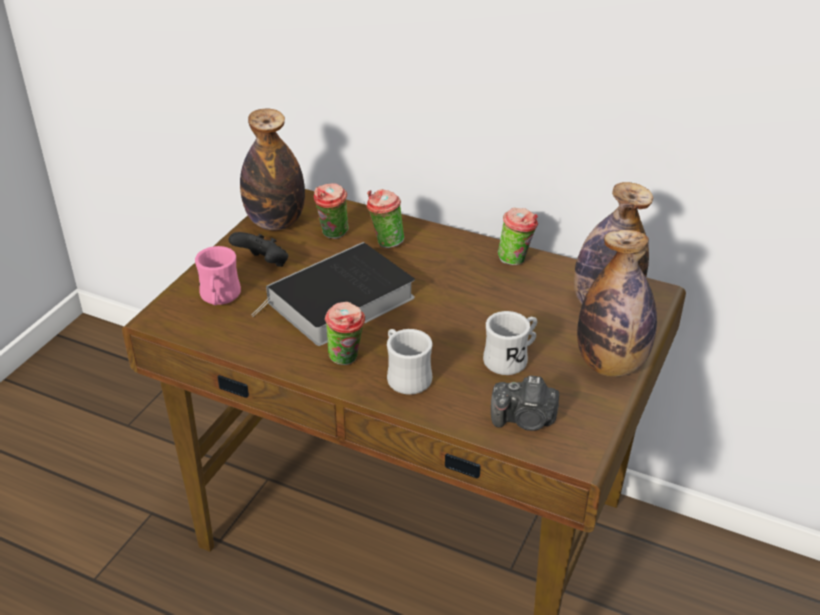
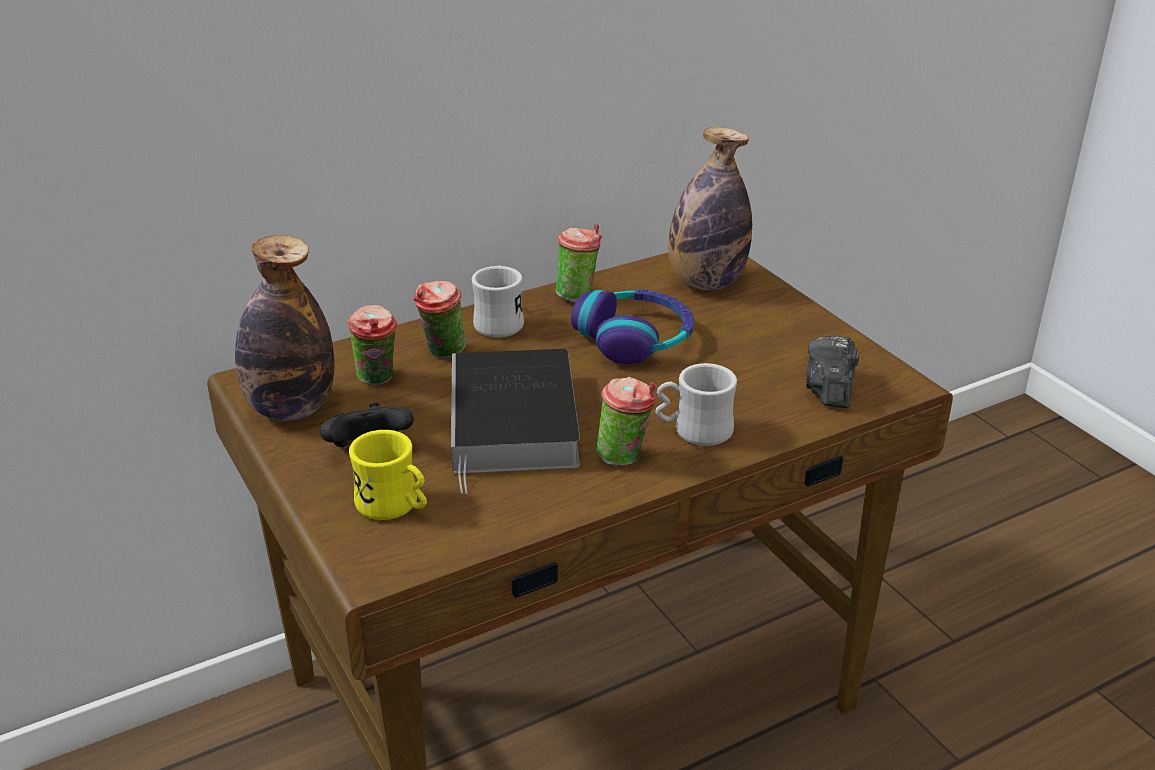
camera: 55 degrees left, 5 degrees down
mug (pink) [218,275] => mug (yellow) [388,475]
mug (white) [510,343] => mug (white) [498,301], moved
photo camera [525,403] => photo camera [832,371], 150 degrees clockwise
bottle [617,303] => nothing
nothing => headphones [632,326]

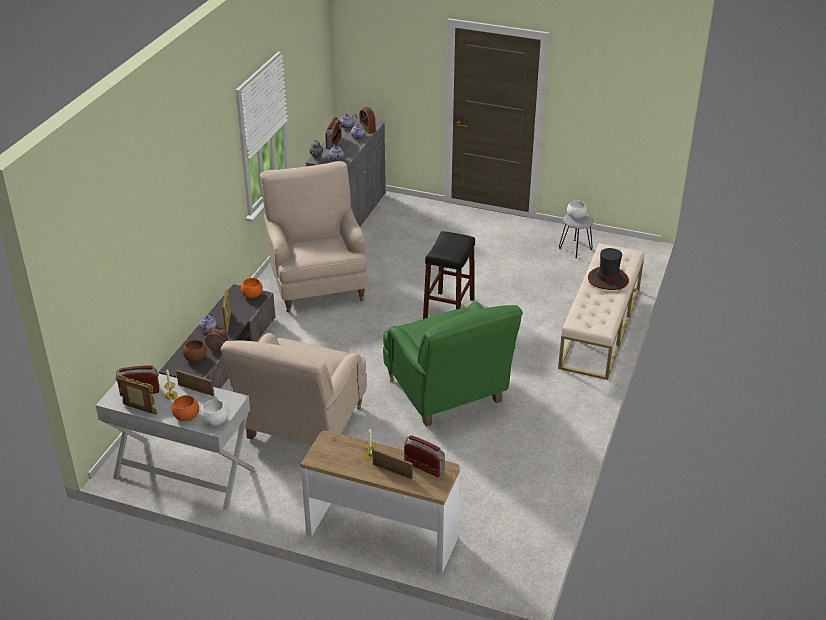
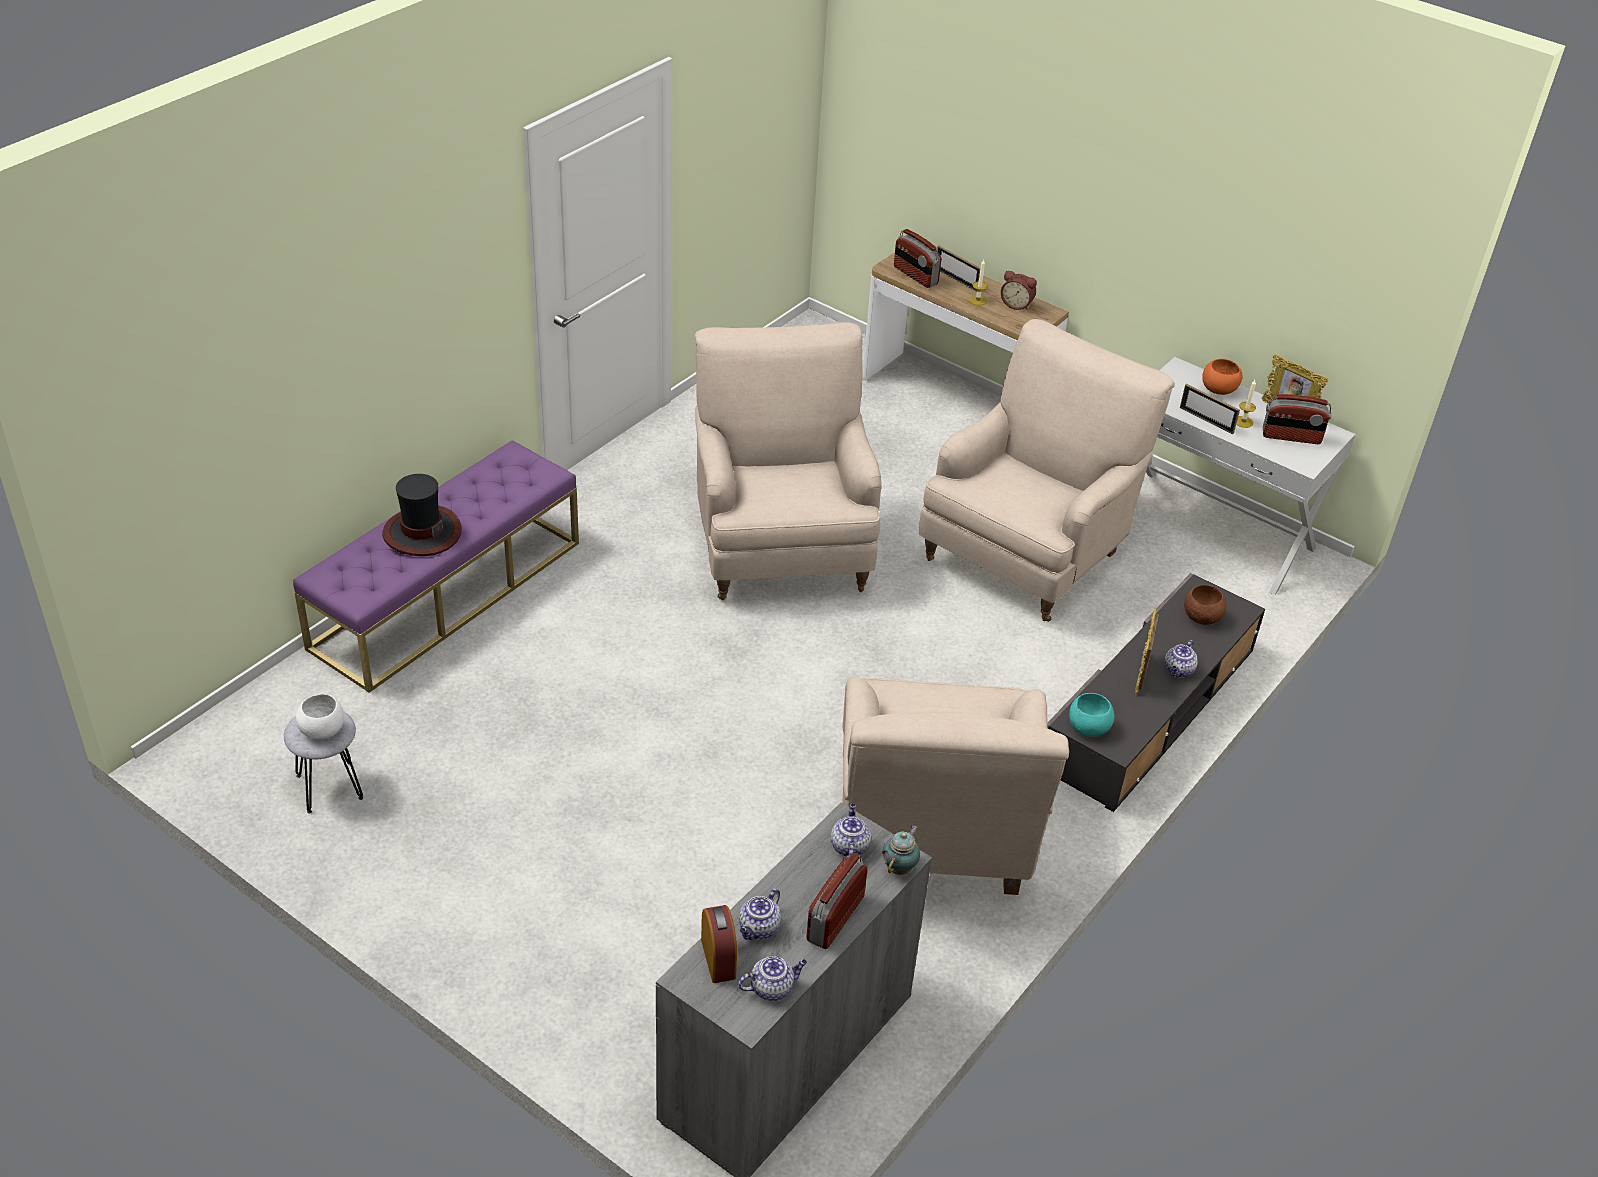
camera: 165 degrees left, 5 degrees up
bowl (white) [214,413] => nothing
alarm clock [216,339] => alarm clock [1019,291], moved
bowl (orange) [252,288] => bowl (turquoise) [1091,715]
armchair (green) [453,364] => armchair (beige) [788,461]
stool (black) [449,275] => nothing
bench (beige) [601,311] => bench (purple) [436,566]

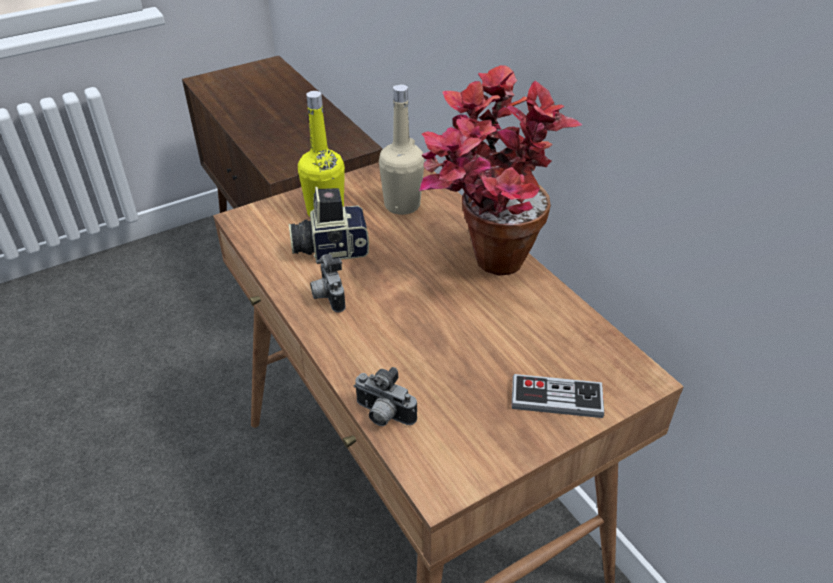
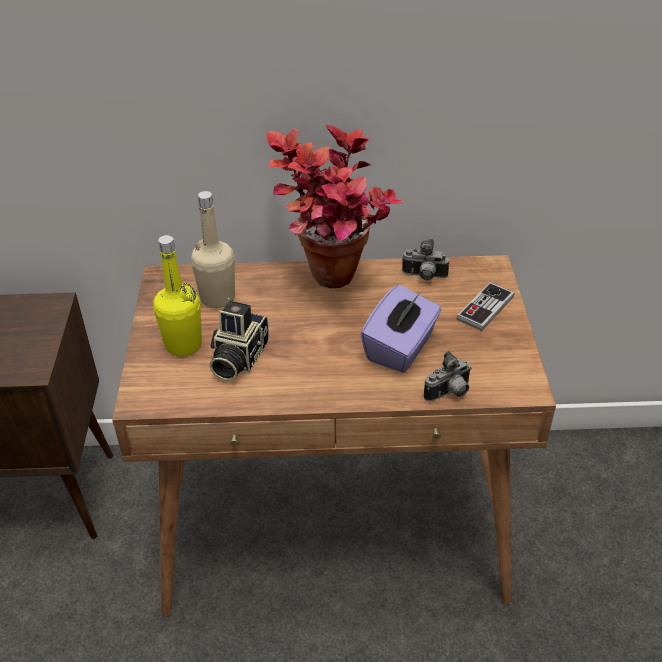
camera: 60 degrees left, 0 degrees up
photo camera [328,283] => photo camera [425,260], moved
nothing => tissue box (purple) [401,329]

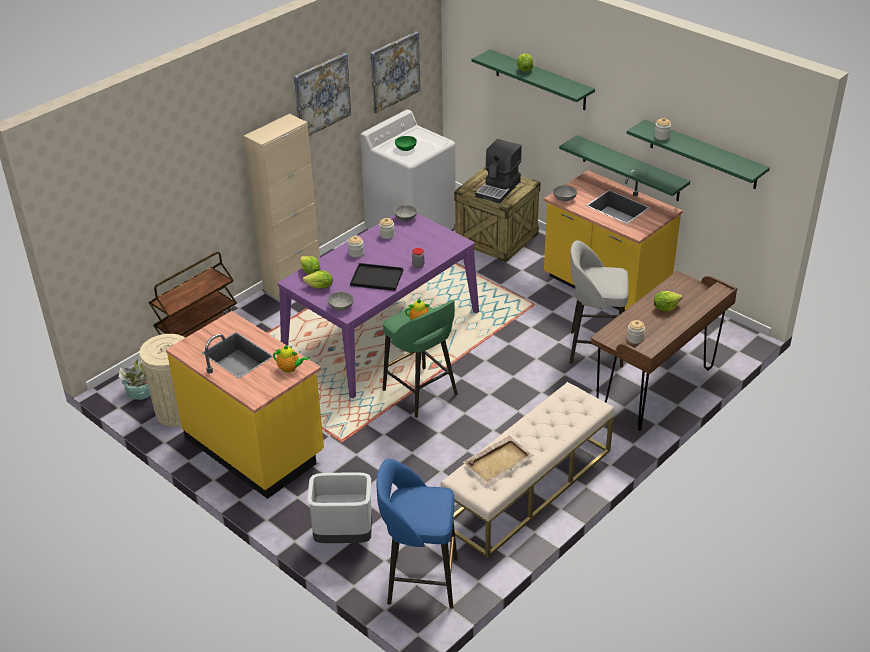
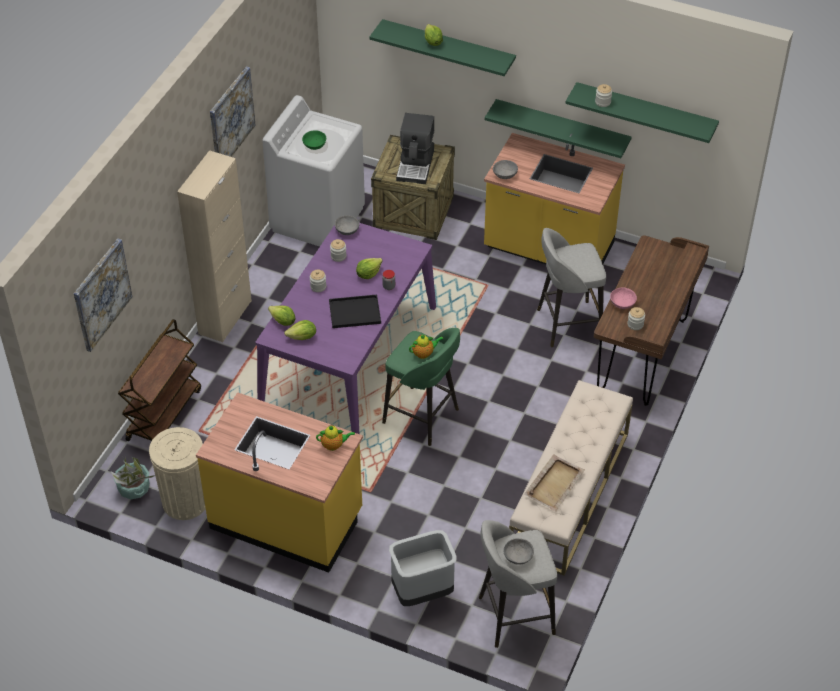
camera: 20 degrees left, 10 degrees up
bowl (grey) [341,301] => bowl (grey) [518,551], moved
picture [395,72] => picture [103,295], moved
stool (blue) [417,534] => stool (grey) [518,584]
lettuce [668,301] => lettuce [369,268], moved
nothing => bowl (pink) [623,298]

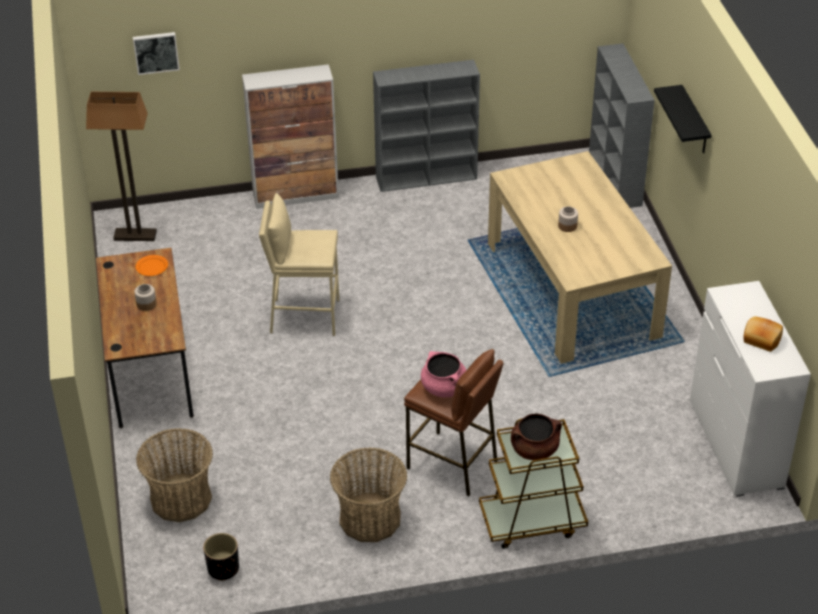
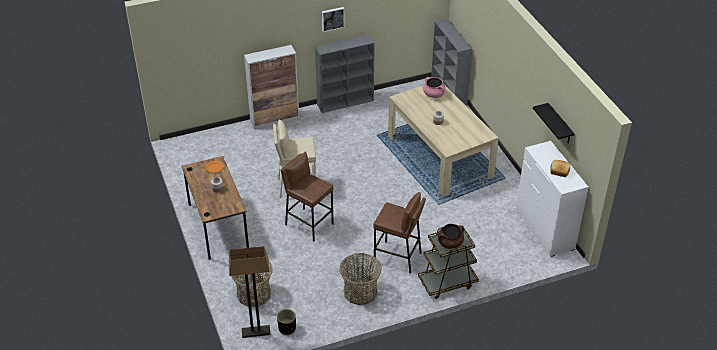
camera: 10 degrees left, 0 degrees up
floor lamp [121,166] => floor lamp [250,292], moved
picture [156,53] => picture [333,19], moved
cooking pot (pink) [443,374] => cooking pot (pink) [434,87], moved
shelf (black) [683,119] => shelf (black) [554,123], moved
nothing => stool (brown) [307,196]

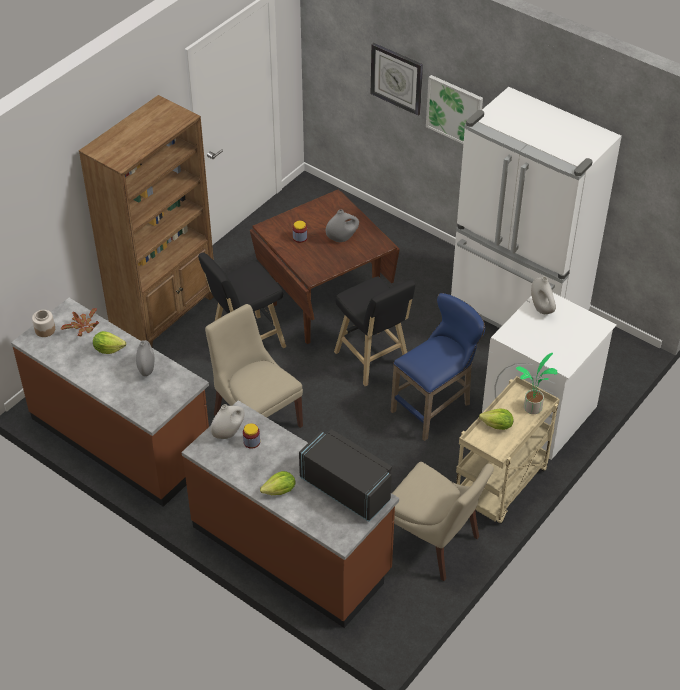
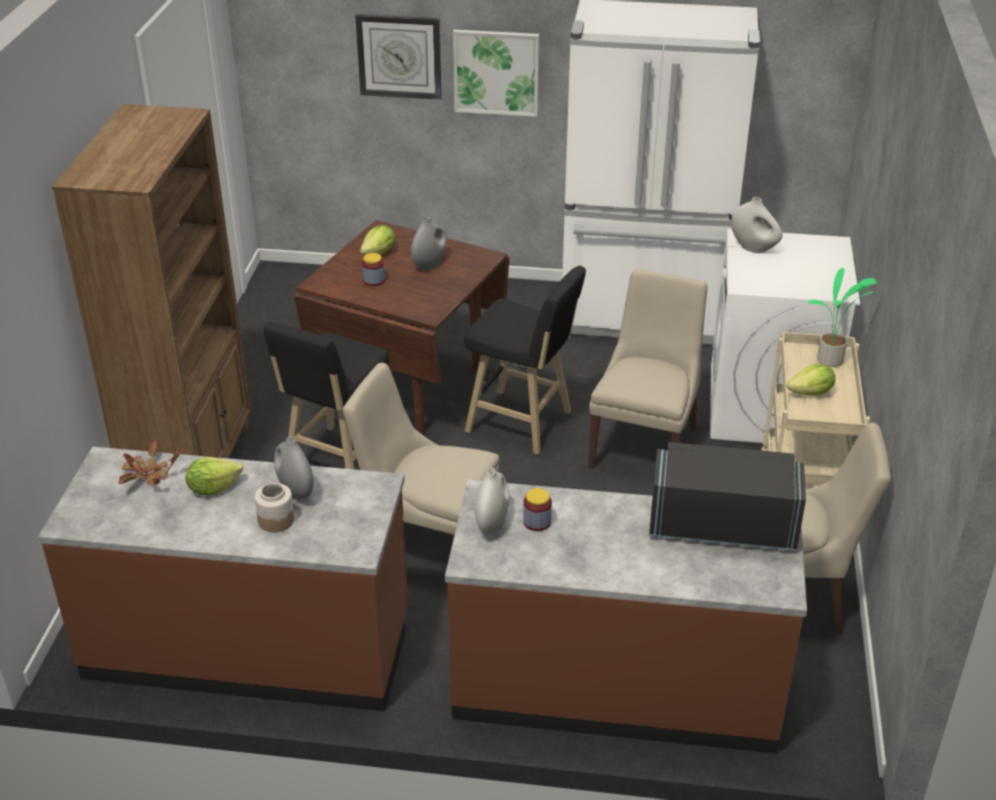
camera: 30 degrees left, 10 degrees down
jar [43,323] => jar [274,507], moved
lettuce [278,483] => lettuce [377,240], moved
stool (blue) [438,367] => chair (beige) [647,369]

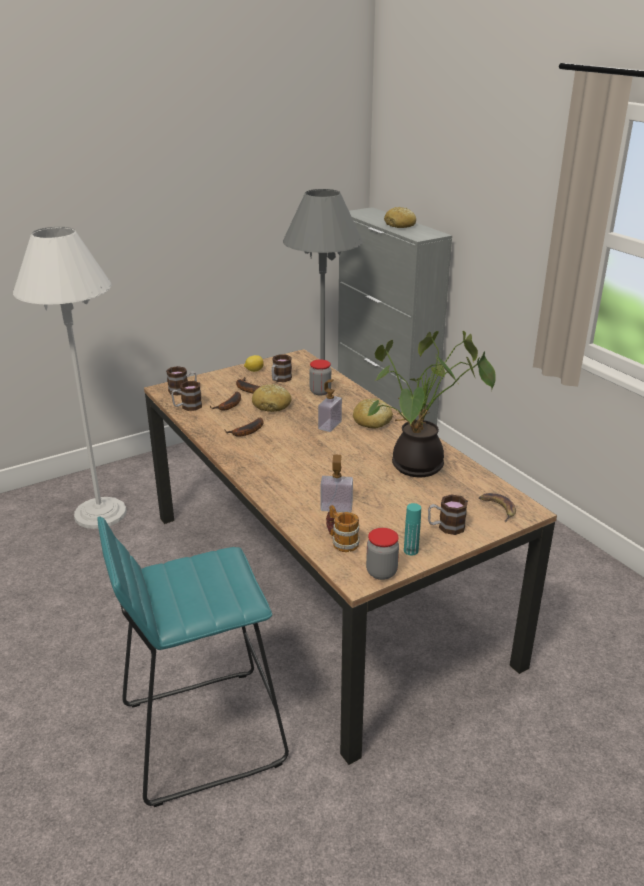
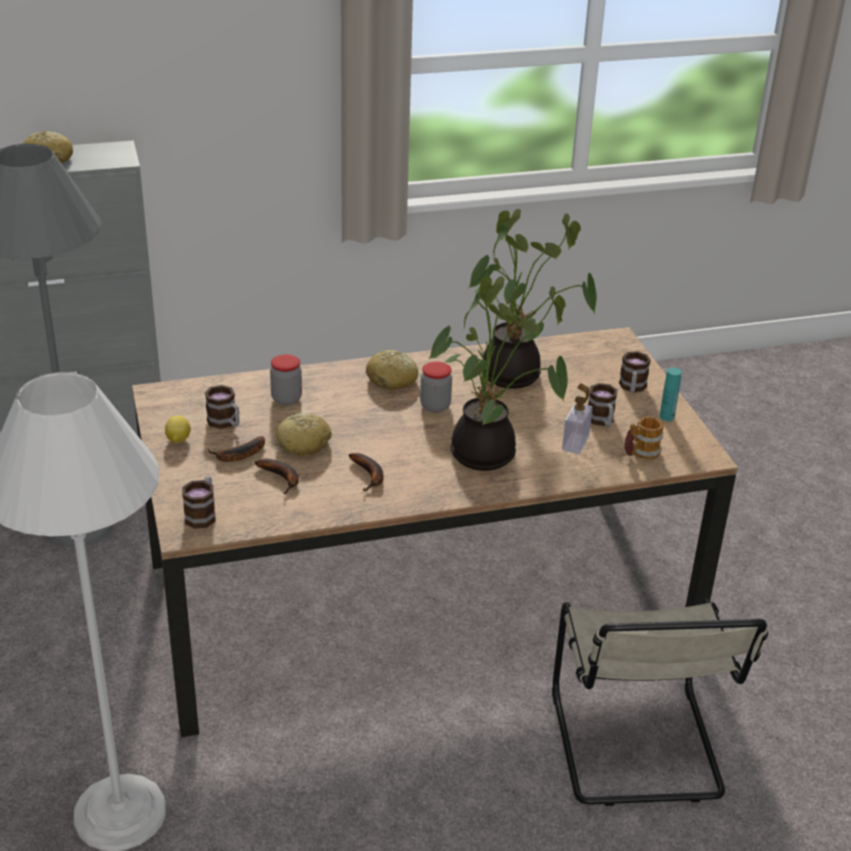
camera: 75 degrees left, 5 degrees up
stool (turquoise) [193,661] => chair (beige) [660,702]
mug [186,396] => mug [602,405], moved
soap dispenser [330,405] => nothing
jar [382,554] => jar [436,386], moved
banana [497,507] => nothing
nothing => potted plant [498,373]

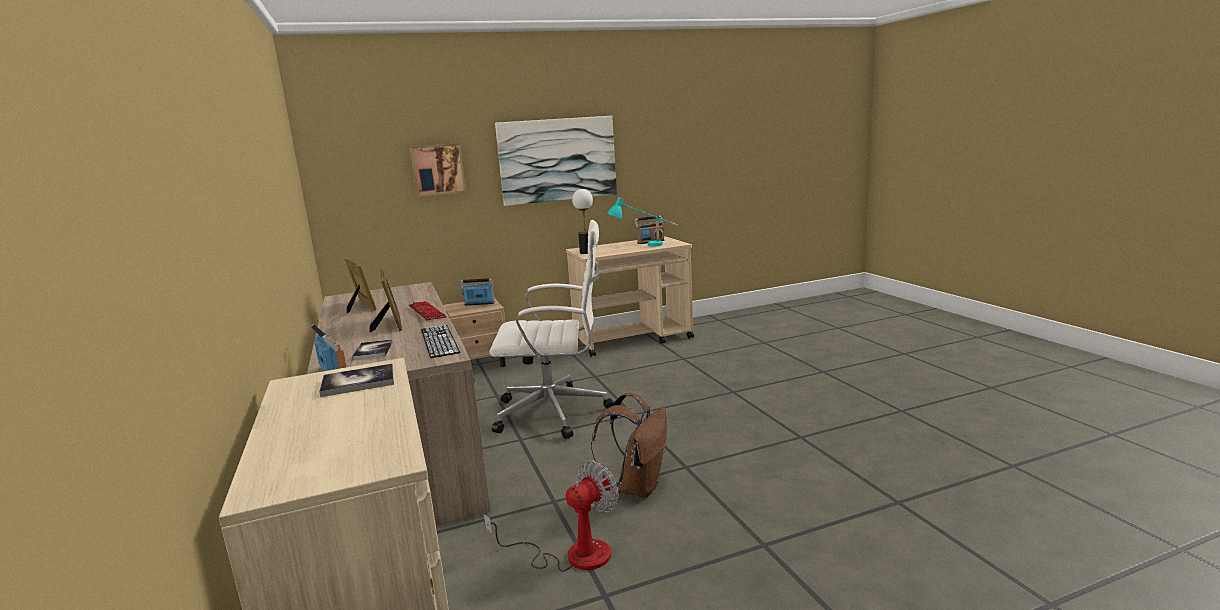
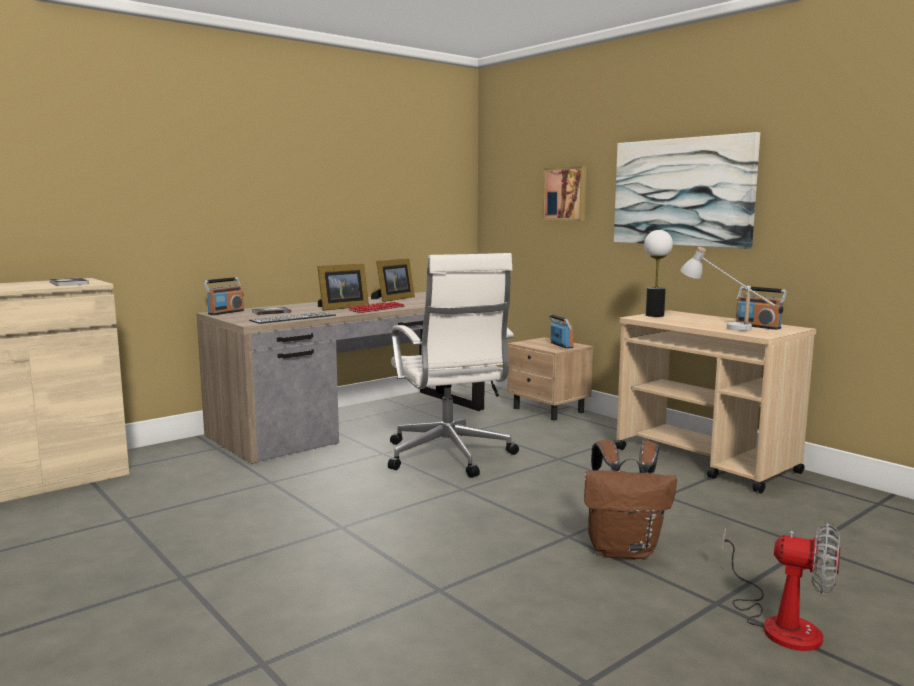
camera: 70 degrees right, 5 degrees down
fan [551,516] => fan [781,586], moved
backpack (brown) [629,445] => backpack (brown) [630,499], moved
table lamp (turquoise) [642,222] => table lamp (white) [728,289]

